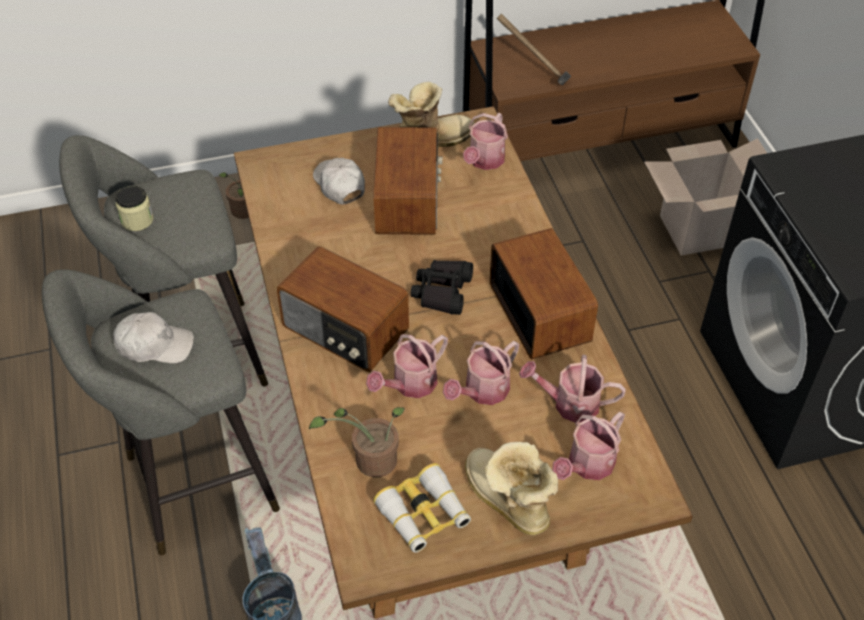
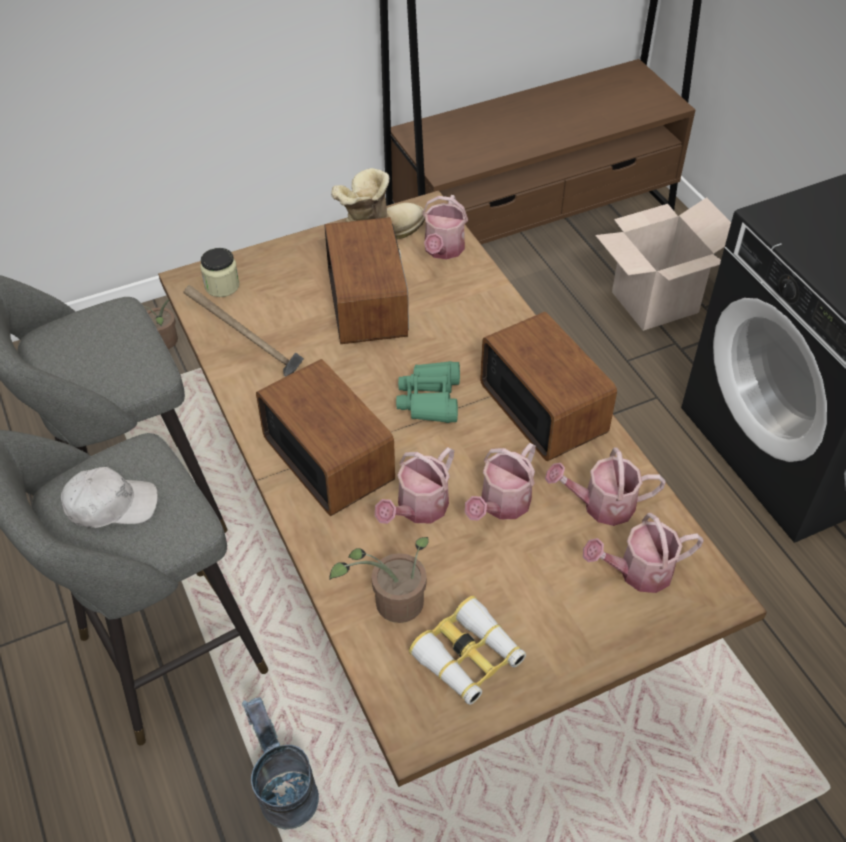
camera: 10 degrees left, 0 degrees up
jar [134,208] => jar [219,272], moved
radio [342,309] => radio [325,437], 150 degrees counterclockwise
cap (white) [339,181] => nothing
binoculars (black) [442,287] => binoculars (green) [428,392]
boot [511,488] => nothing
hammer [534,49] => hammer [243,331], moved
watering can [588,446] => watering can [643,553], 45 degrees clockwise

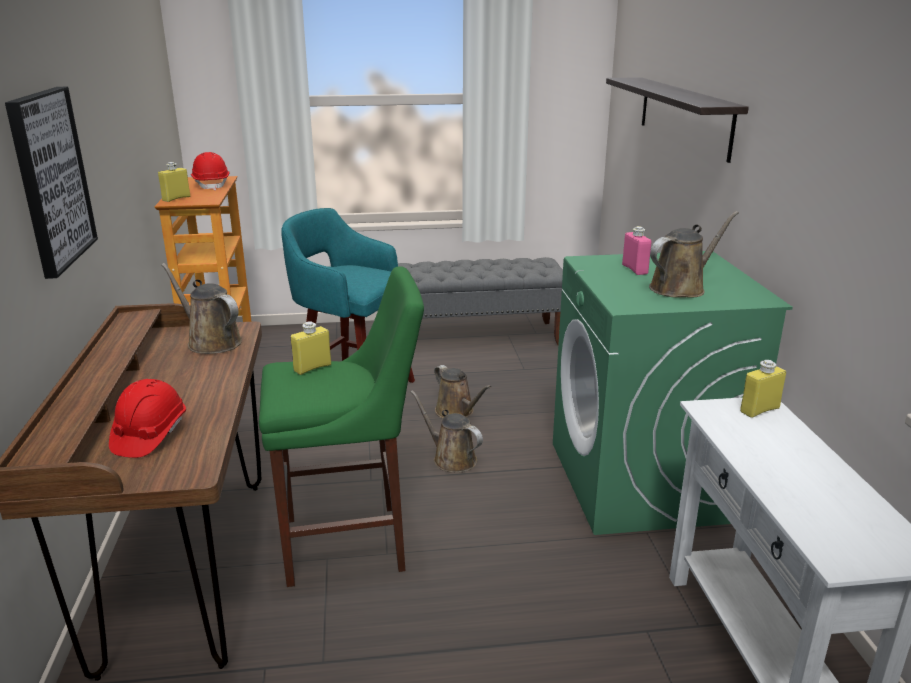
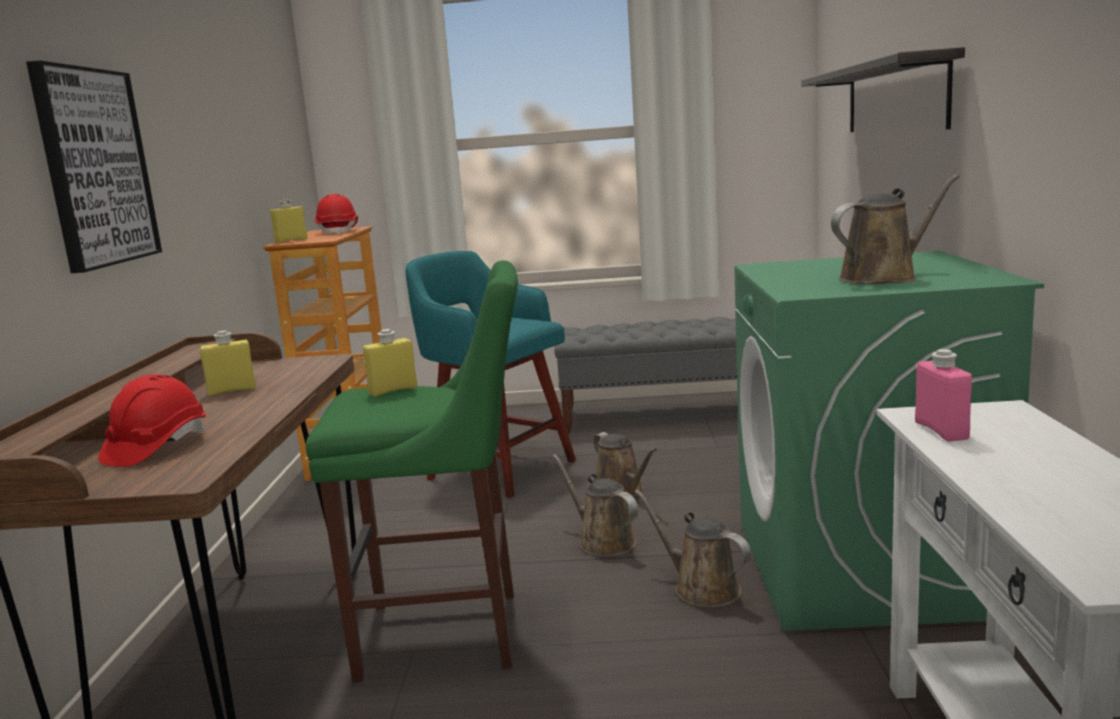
camera: 10 degrees right, 10 degrees down
watering can (brown) [201,308] => watering can (brown) [693,548], moved
bottle (pink) [636,250] => bottle (pink) [943,395], moved
bottle (yellow) [763,389] => bottle (yellow) [228,363], moved

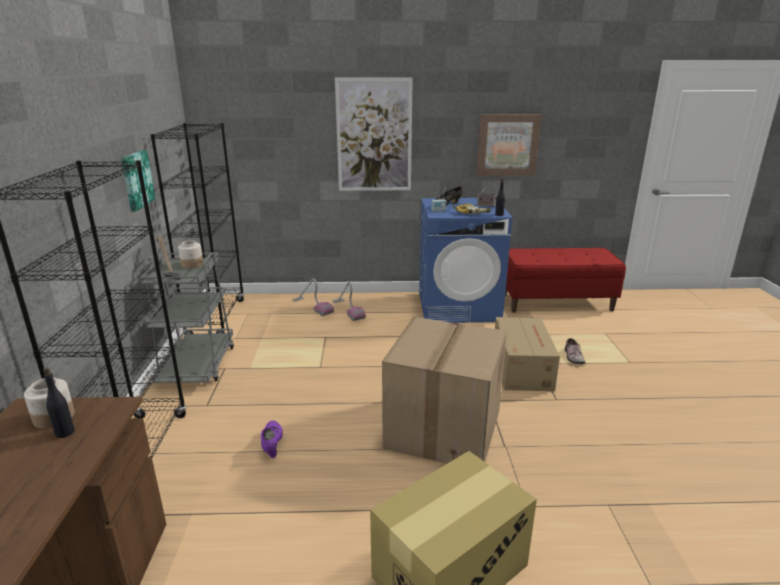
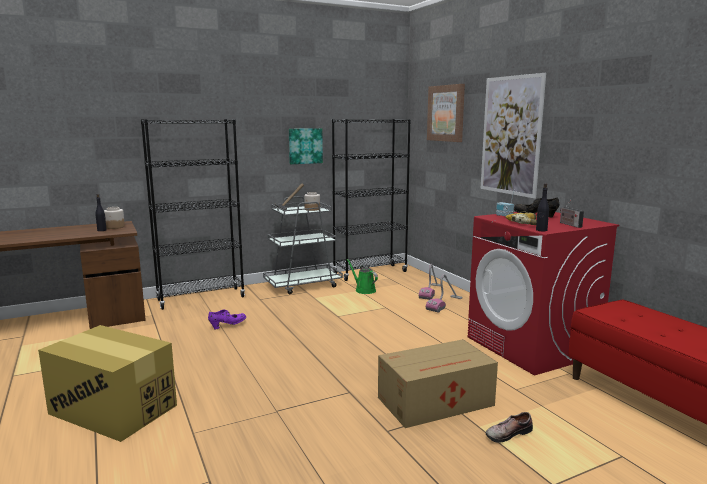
camera: 65 degrees right, 10 degrees down
cardboard box [444,390] => nothing
washing machine (blue) [465,260] => washing machine (red) [543,293]
picture [509,145] => picture [446,113], moved
nothing => watering can (green) [362,276]

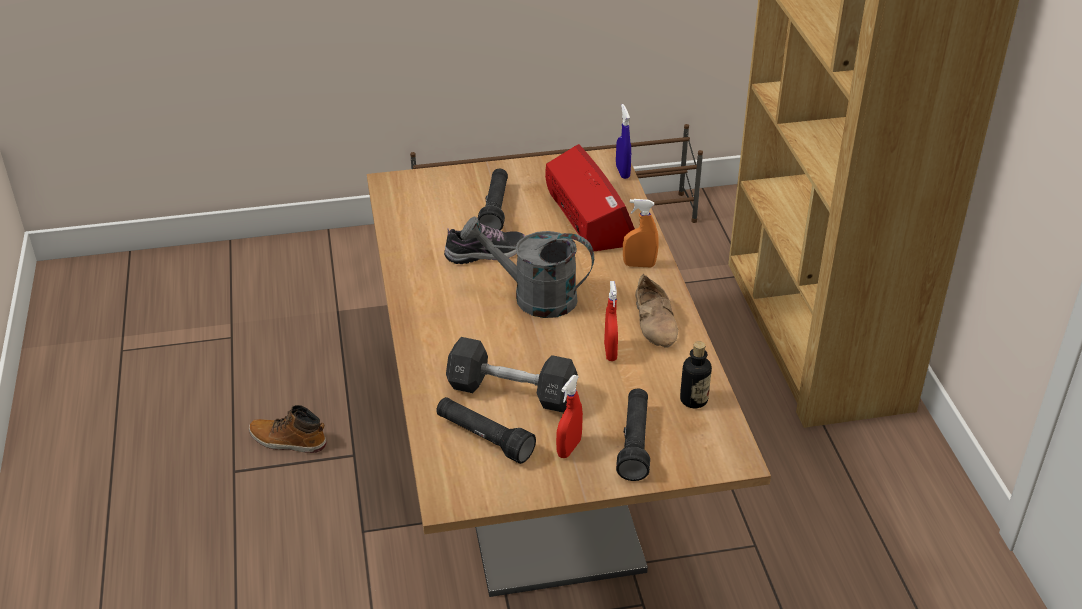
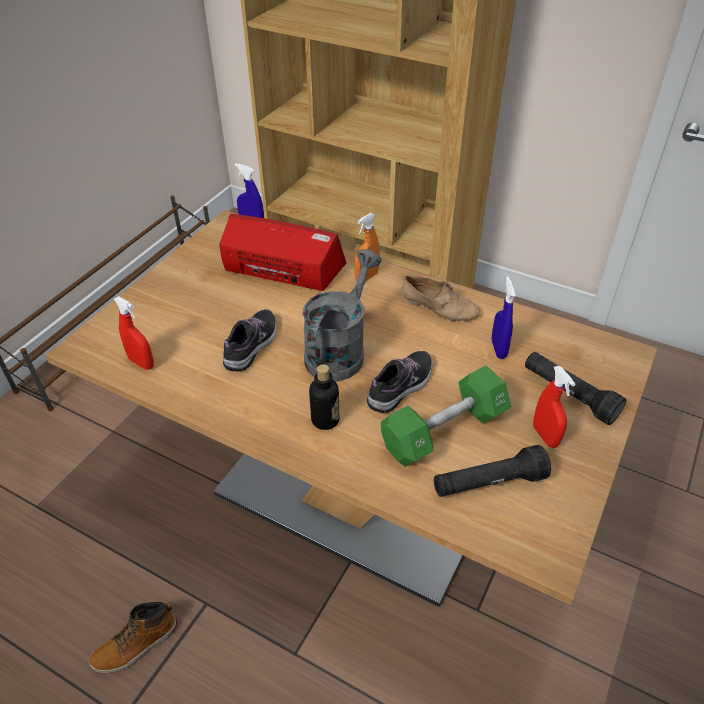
camera: 50 degrees left, 5 degrees up
dumbbell (black) [512,375] => dumbbell (green) [446,416]
watering can (grey) [527,267] => watering can (grey) [342,315], 150 degrees clockwise
flashlight (black) [493,199] => nothing
spray bottle (red) [611,321] => spray bottle (red) [134,333], moved
bottle [696,374] => bottle [324,397], moved
nothing => shoe [399,382]
nothing => spray bottle (blue) [504,318]

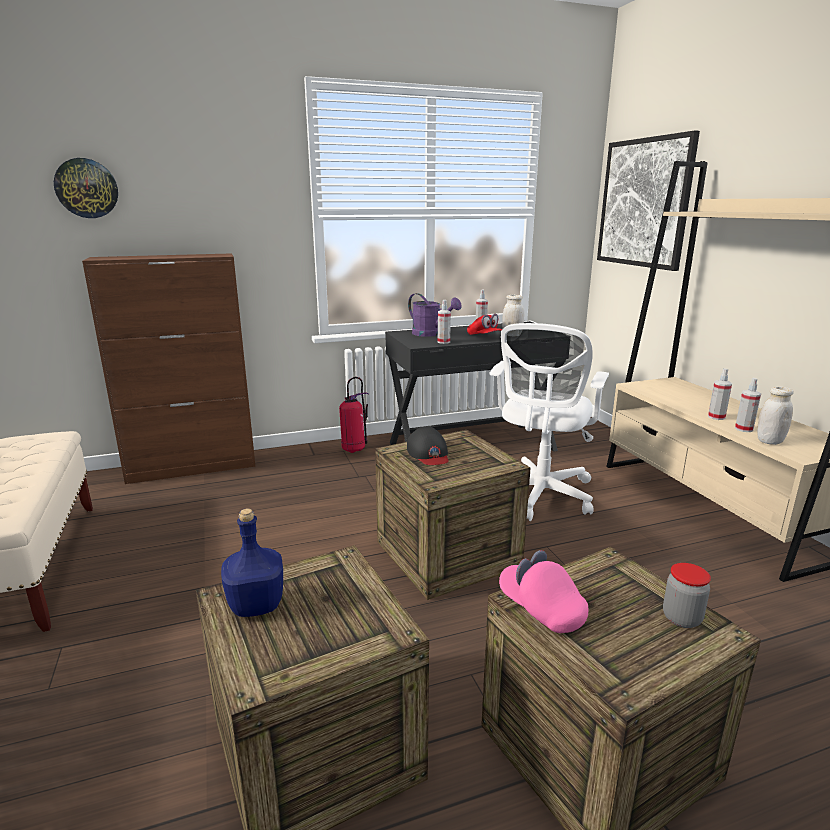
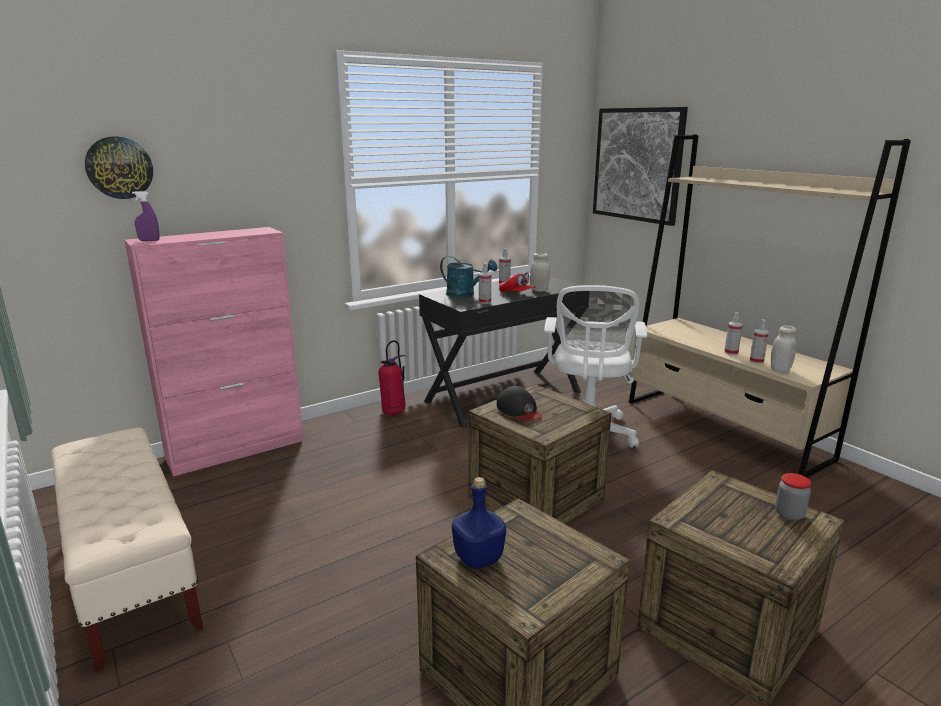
camera: 15 degrees left, 0 degrees up
cabinet (brown) [169,368] => cabinet (pink) [214,352]
watering can (purple) [435,315] => watering can (turquoise) [468,276]
cap (pink) [543,591] => nothing
nothing => spray bottle (purple) [146,216]

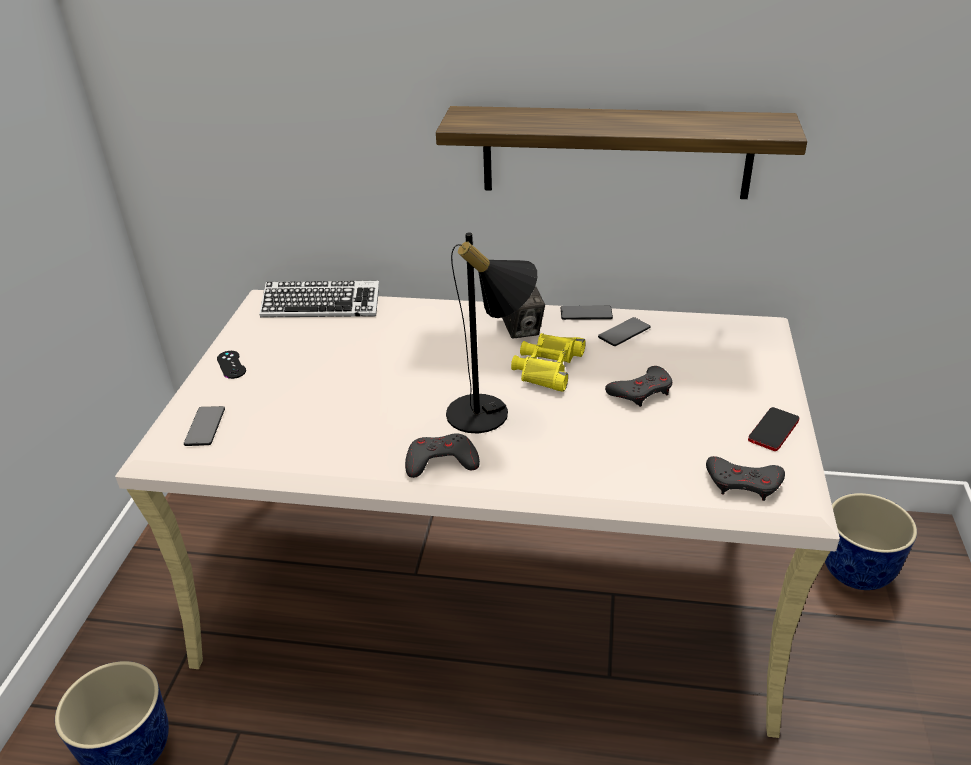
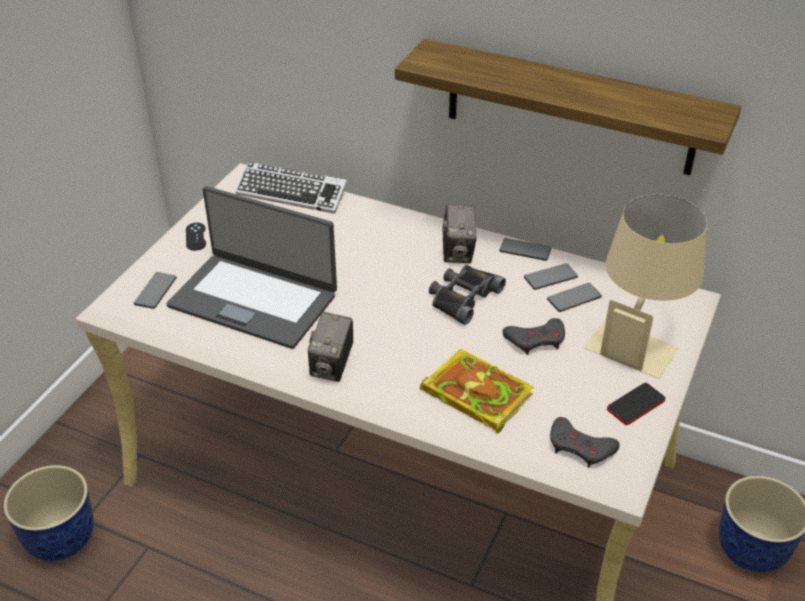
camera: 15 degrees right, 5 degrees up
game controller (grey) [442,455] => photo camera [330,347]
table lamp (black) [491,332] => nothing
binoculars (yellow) [548,362] => binoculars (black) [467,295]
nothing => laptop [252,267]
nothing => book [477,391]
nothing => phone [574,297]
nothing => table lamp (beige) [645,287]

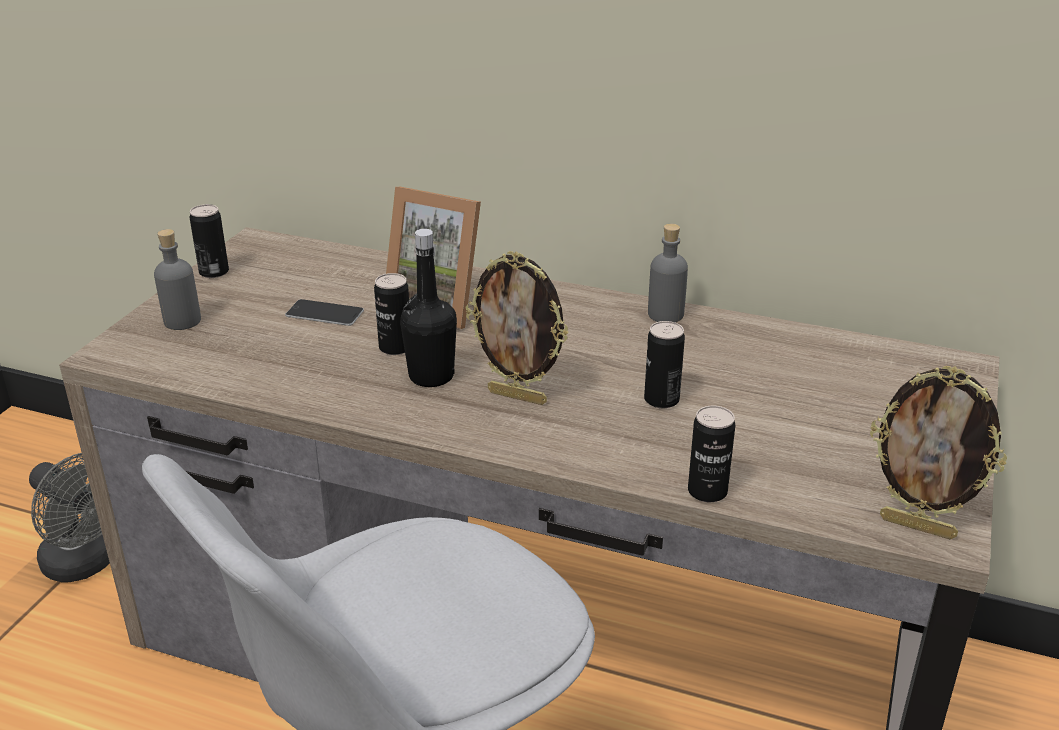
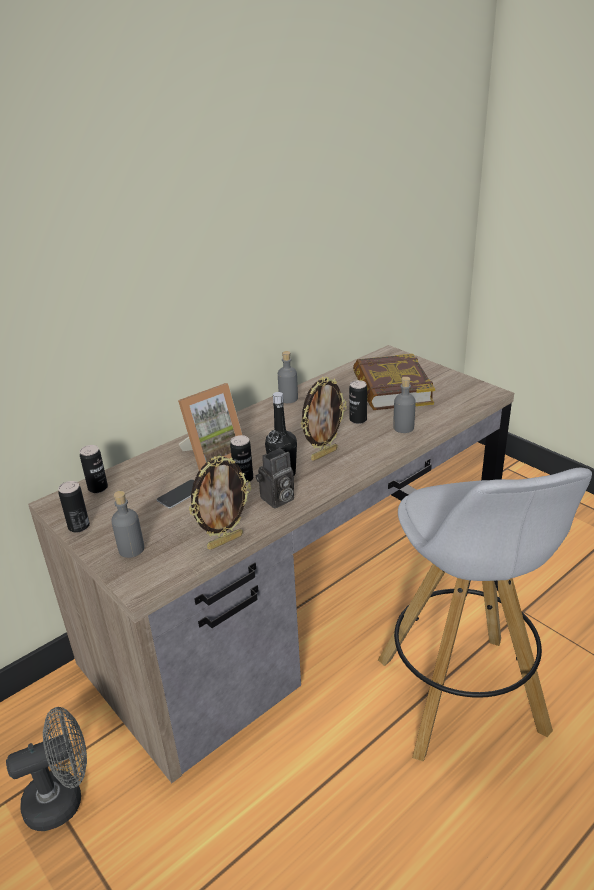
camera: 60 degrees left, 0 degrees up
can [711,454] => can [94,469], moved
picture frame [938,452] => picture frame [220,503], moved
nothing => photo camera [275,478]
nothing => book [394,382]
nothing => bottle (grey) [404,405]

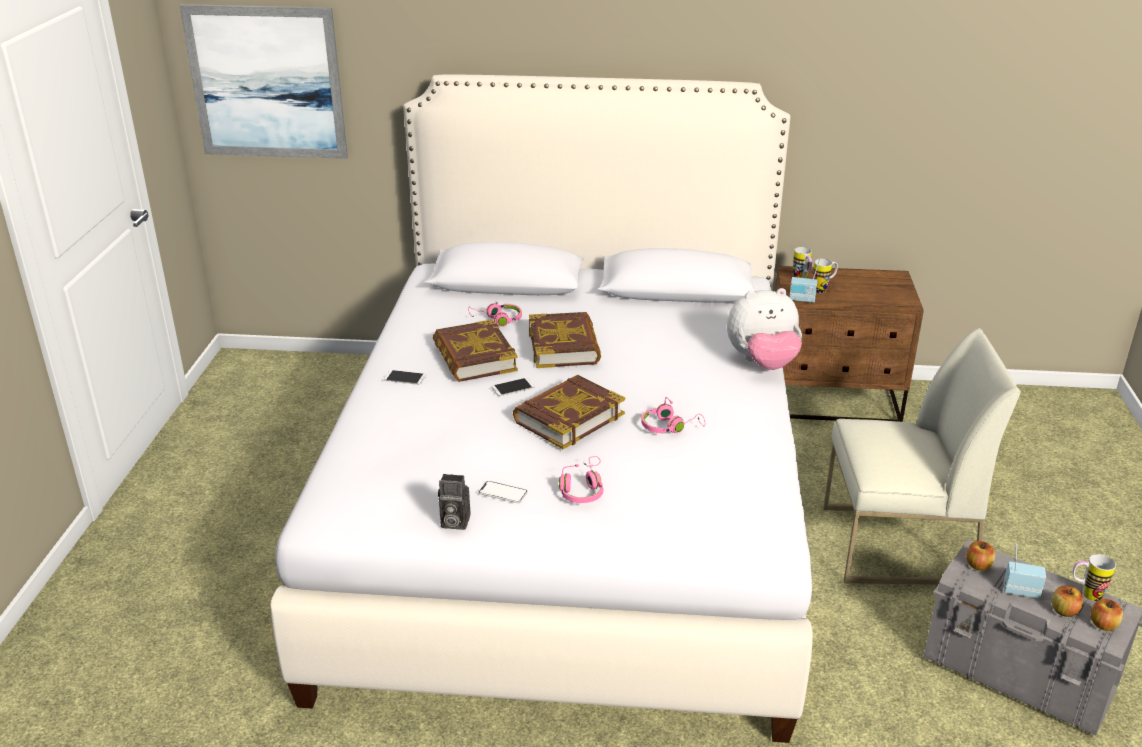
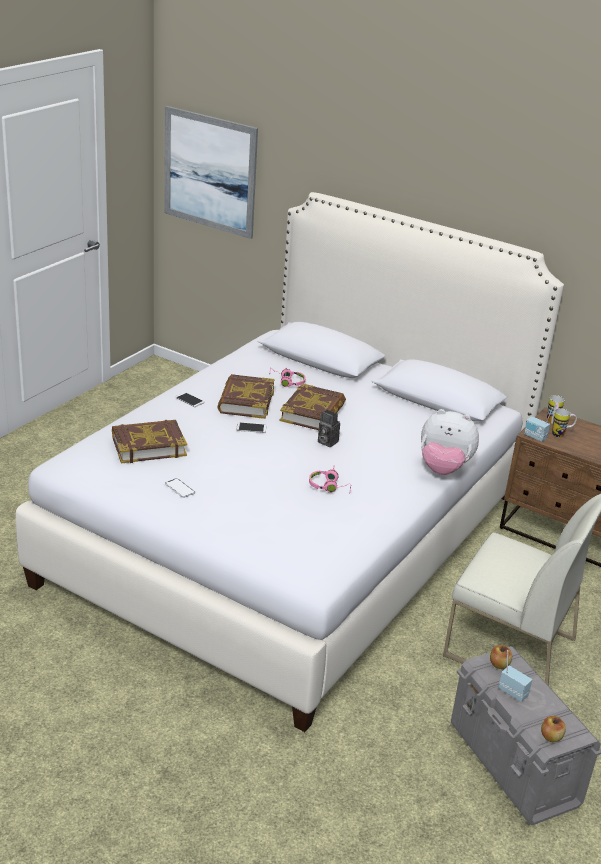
camera: 25 degrees right, 0 degrees up
photo camera [454,502] => photo camera [329,428], moved
book [569,412] => book [149,441], moved
headphones (pink) [581,479] => nothing
apple [1067,601] => nothing
mug [1094,577] => nothing

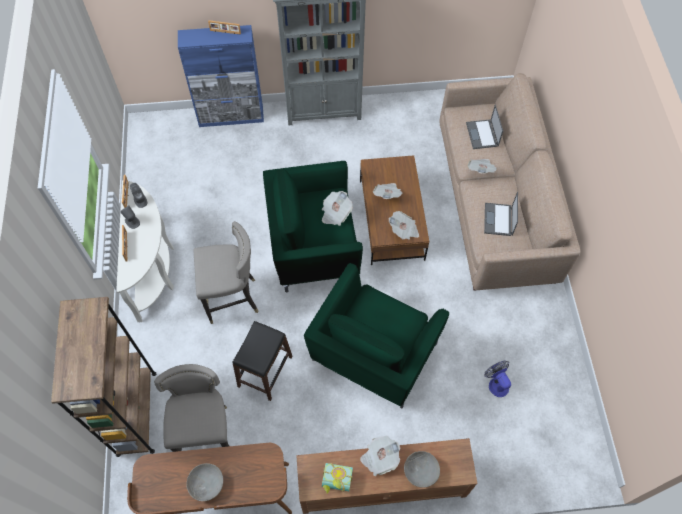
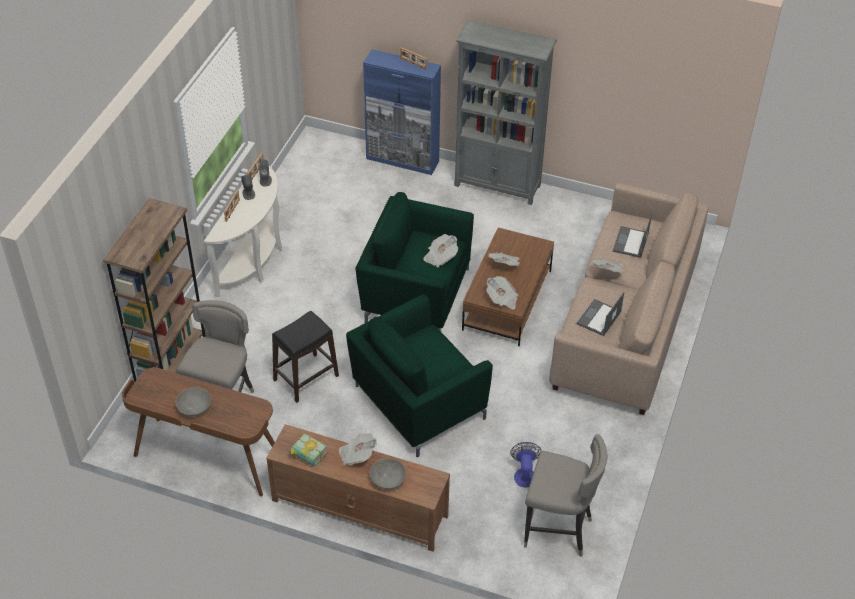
camera: 25 degrees right, 15 degrees down
stool (grey) [226,272] => stool (grey) [566,495], moved

